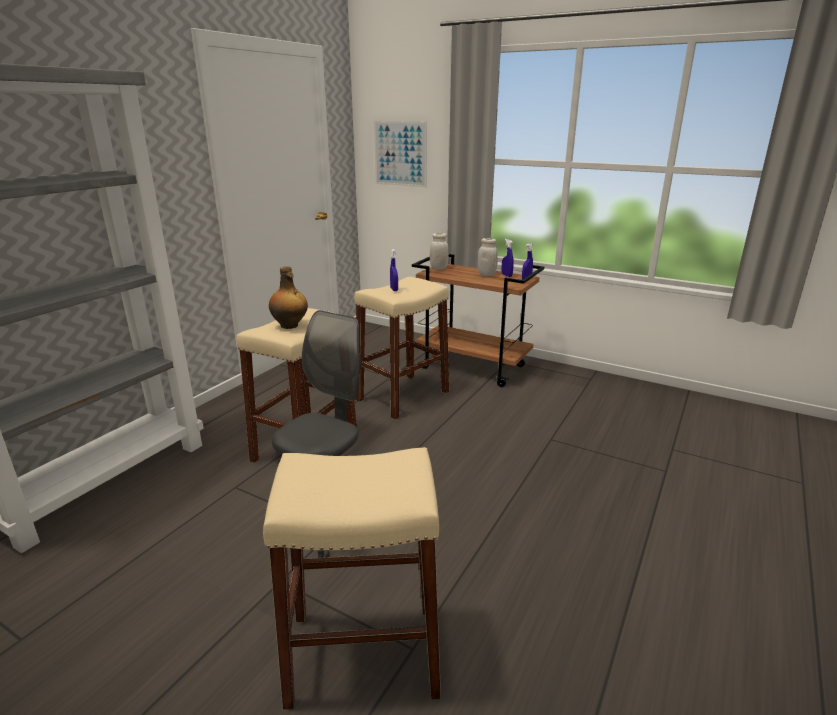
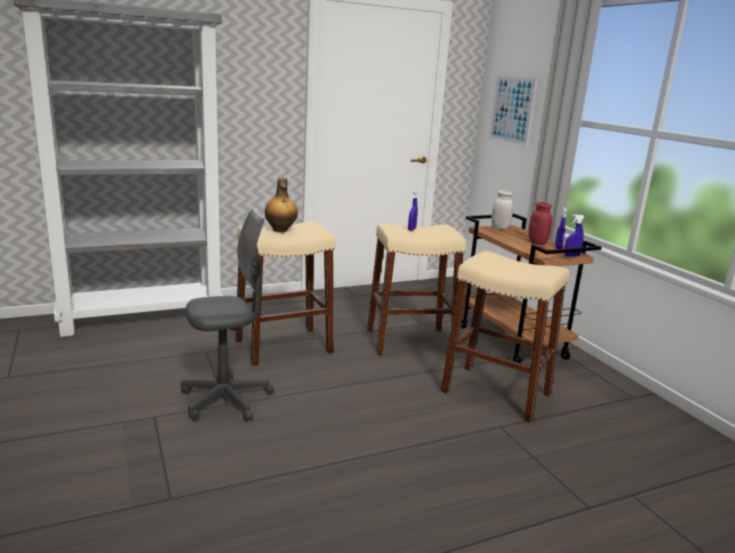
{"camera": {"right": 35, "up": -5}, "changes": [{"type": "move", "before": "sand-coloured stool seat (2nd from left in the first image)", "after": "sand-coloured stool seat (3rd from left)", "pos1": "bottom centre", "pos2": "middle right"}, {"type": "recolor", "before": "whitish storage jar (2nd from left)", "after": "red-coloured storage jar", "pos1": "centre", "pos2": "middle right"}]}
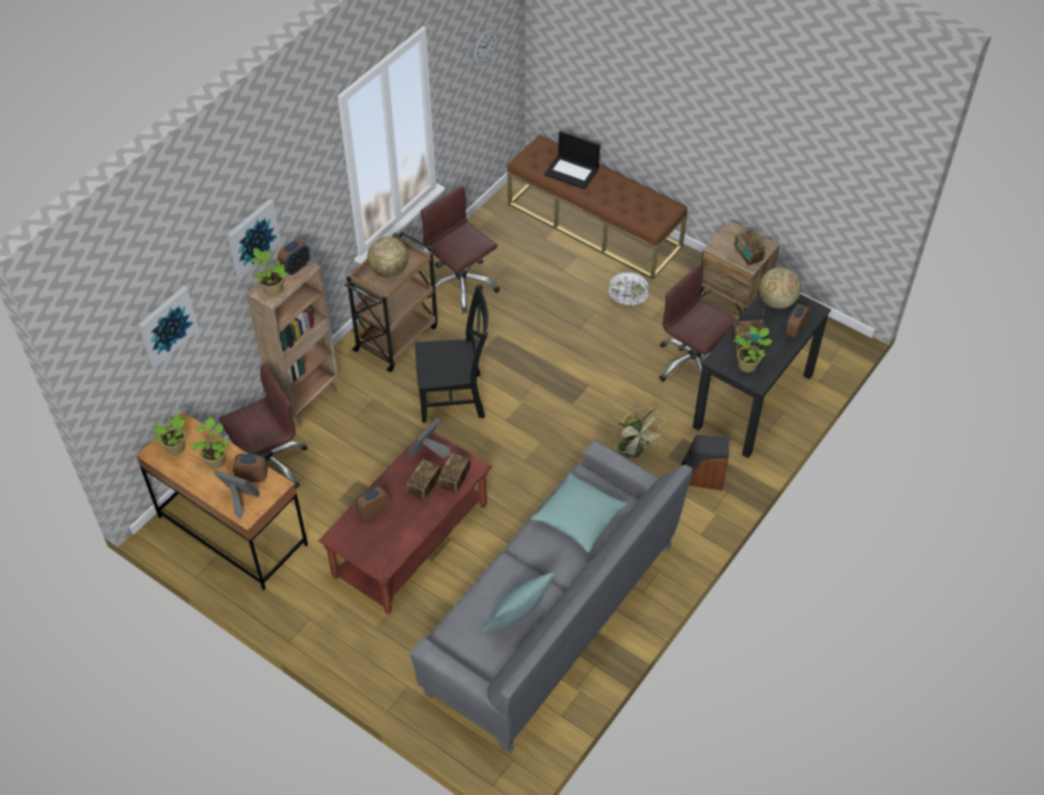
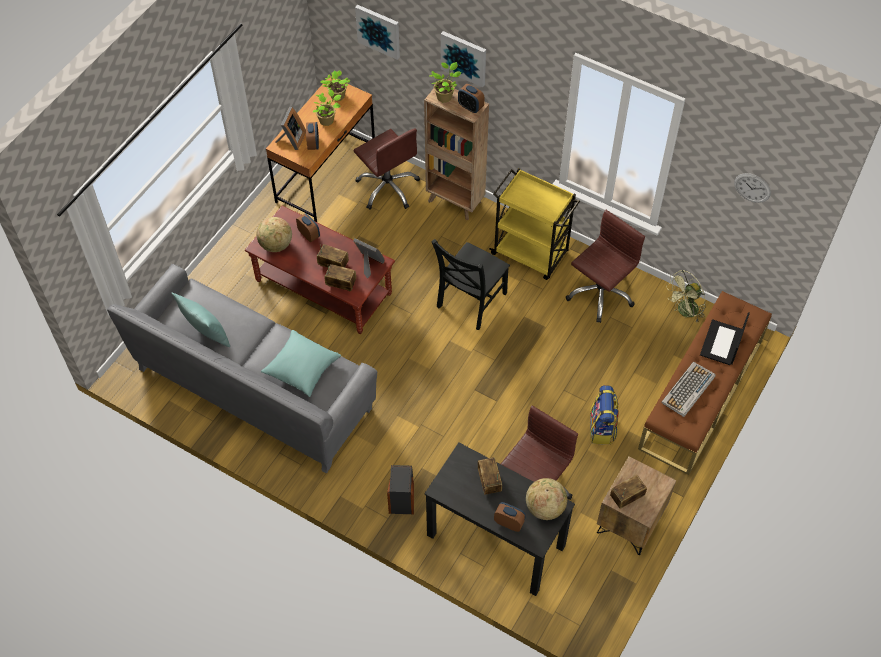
{"camera": {"right": 85, "up": 5}, "changes": [{"type": "move", "before": "world globe (1st from left)", "pos1": "top centre", "pos2": "middle left"}, {"type": "rotate", "before": "black-coloured upright chair", "pos1": "centre", "pos2": "centre", "turn": 45}, {"type": "recolor", "before": "brownish wheeled cart", "after": "yellowish wheeled cart", "pos1": "centre", "pos2": "centre"}, {"type": "replace", "before": "whitish electric fan", "after": "backpack", "pos1": "centre", "pos2": "middle right"}, {"type": "insert", "after": "PC keyboard", "pos2": "middle right"}, {"type": "move", "before": "green electric fan", "pos1": "centre", "pos2": "middle right"}, {"type": "delete", "before": "houseplant (4th from left)", "pos1": "middle right"}]}
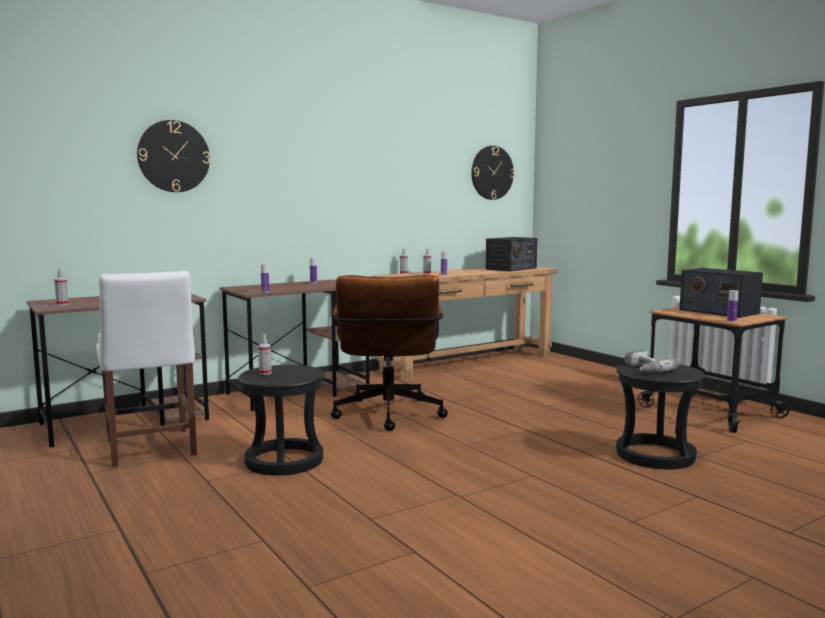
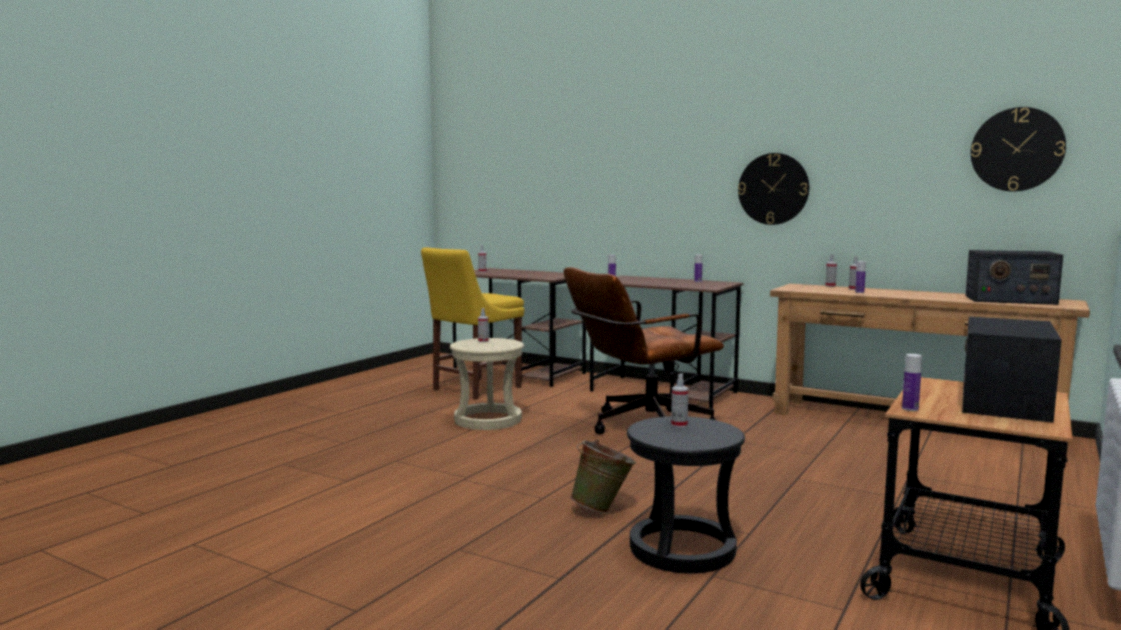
{"camera": {"right": 65, "up": 0}, "changes": [{"type": "recolor", "before": "whitish upright chair", "after": "yellowish upright chair", "pos1": "middle left", "pos2": "centre"}, {"type": "recolor", "before": "black-coloured stool seat (1st from left)", "after": "sand-coloured stool seat", "pos1": "bottom centre", "pos2": "centre"}, {"type": "insert", "after": "green pail", "pos2": "bottom centre"}, {"type": "replace", "before": "electric drill", "after": "hand sprayer (3rd from left)", "pos1": "middle right", "pos2": "centre"}, {"type": "move", "before": "clock on the wall (1st from left)", "pos1": "top left", "pos2": "top right"}]}
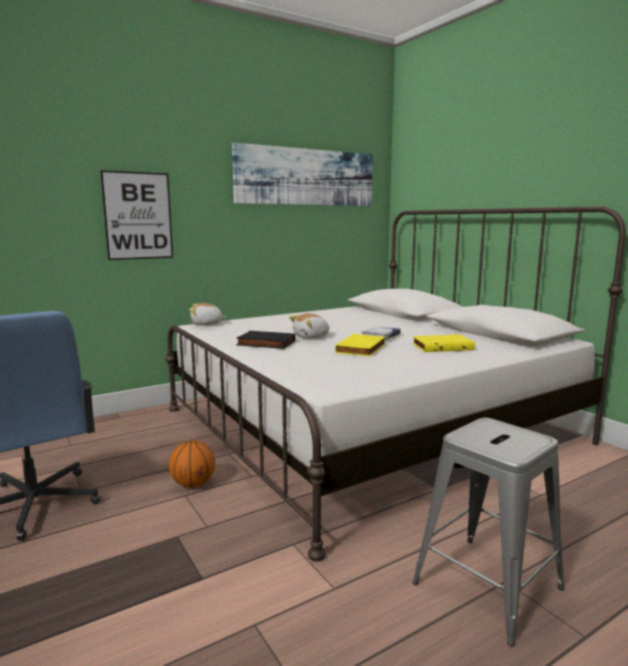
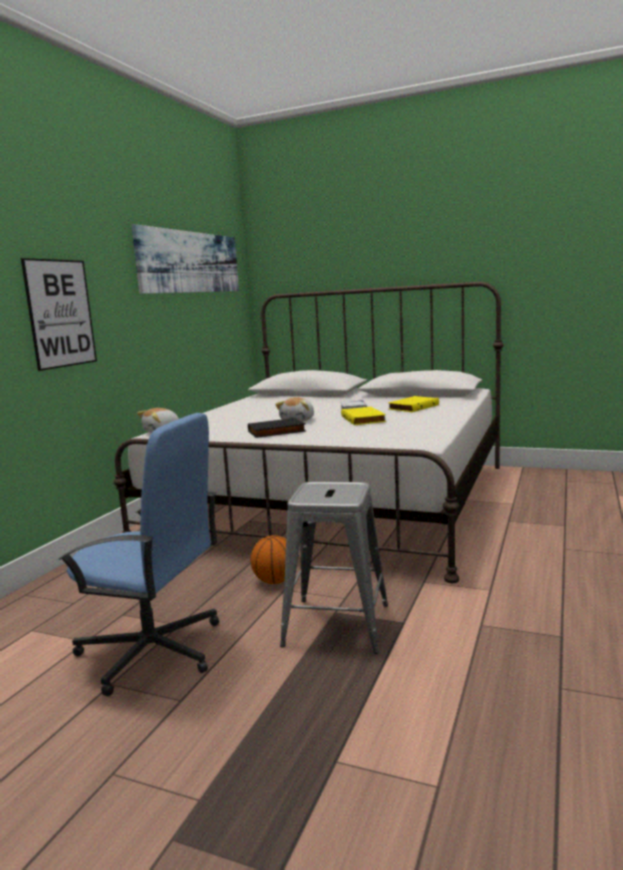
{"camera": {"right": -35, "up": 0}, "changes": [{"type": "move", "before": "gray stool seat", "pos1": "bottom right", "pos2": "centre"}]}
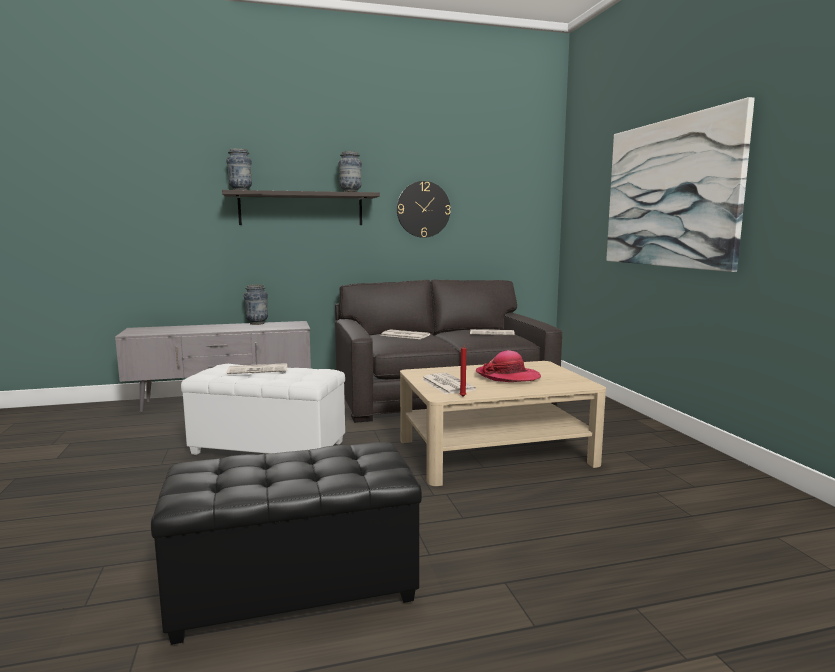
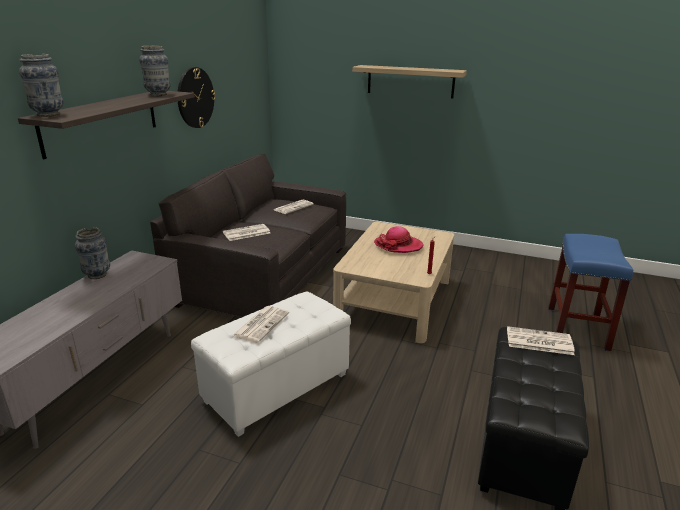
{"camera": {"right": -55, "up": 15}, "changes": [{"type": "replace", "before": "wall art", "after": "shelf (2nd from left)", "pos1": "top right", "pos2": "top centre"}, {"type": "move", "before": "newspaper (3rd from left in the first image)", "after": "newspaper (4th from left)", "pos1": "centre", "pos2": "bottom right"}, {"type": "insert", "after": "bluish stool seat", "pos2": "middle right"}]}
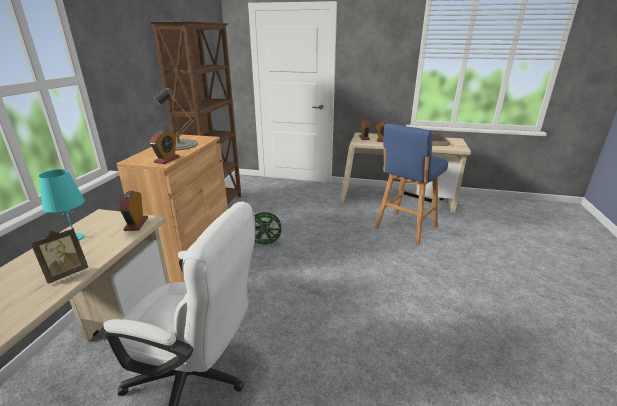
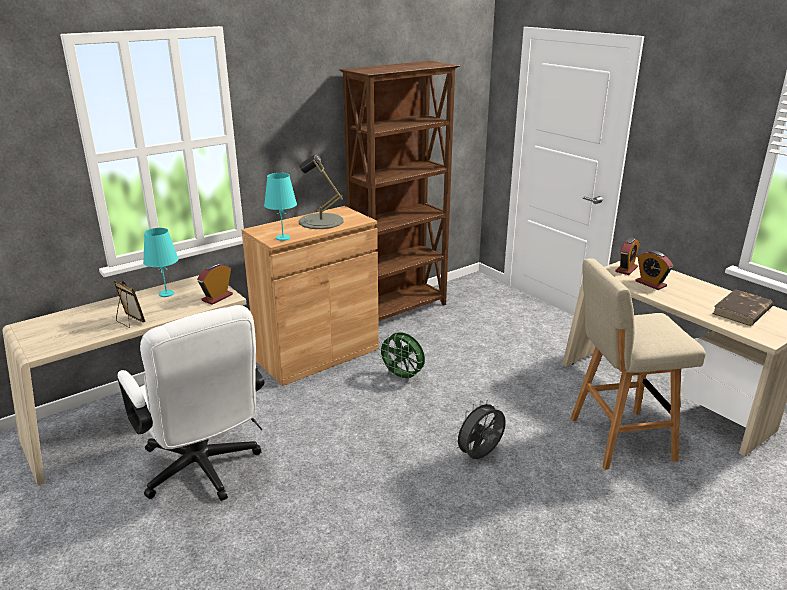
{"camera": {"right": 40, "up": 0}, "changes": [{"type": "rotate", "before": "picture frame", "pos1": "middle left", "pos2": "middle left", "turn": -135}, {"type": "replace", "before": "table clock (2nd from left)", "after": "turquoise table lamp (2nd from left)", "pos1": "middle left", "pos2": "centre"}, {"type": "insert", "after": "gray electric fan", "pos2": "bottom centre"}, {"type": "recolor", "before": "bluish stool seat", "after": "sand-coloured stool seat", "pos1": "centre", "pos2": "middle right"}]}
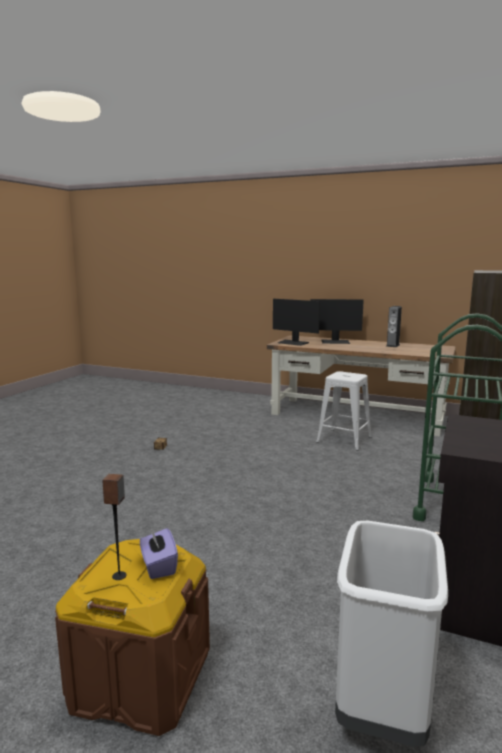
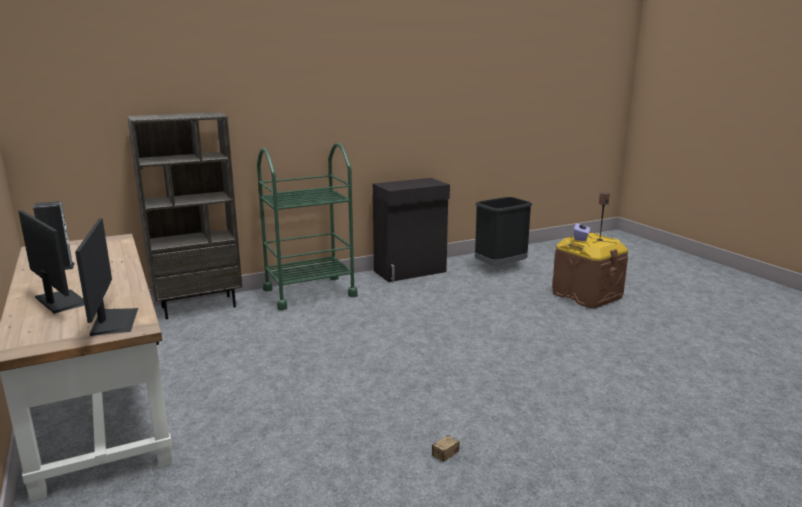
{"camera": {"right": -140, "up": 5}, "changes": [{"type": "recolor", "before": "whitish trash can", "after": "black-coloured trash can", "pos1": "bottom right", "pos2": "centre"}, {"type": "delete", "before": "whitish stool seat", "pos1": "middle right"}]}
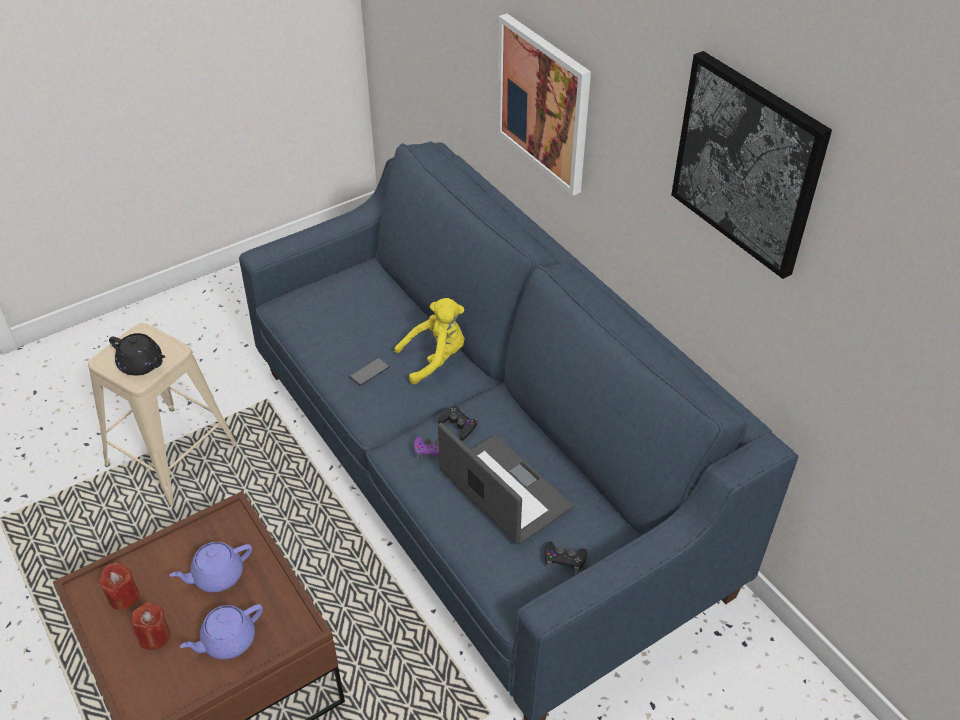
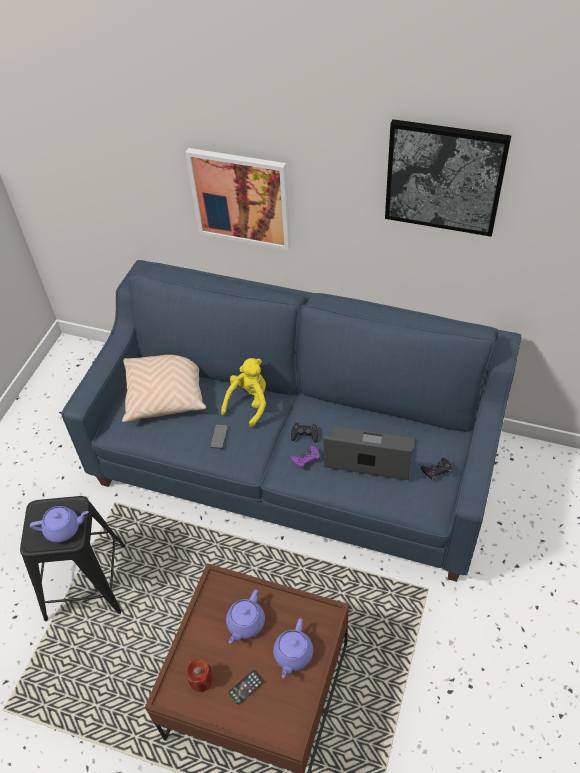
{"camera": {"right": -35, "up": 5}, "changes": [{"type": "recolor", "before": "sand-coloured stool seat", "after": "black-coloured stool seat", "pos1": "middle left", "pos2": "bottom left"}, {"type": "recolor", "before": "black-coloured teapot", "after": "purple teapot (1st from left)", "pos1": "middle left", "pos2": "bottom left"}, {"type": "insert", "after": "sand-coloured cushion", "pos2": "middle left"}, {"type": "replace", "before": "red-coloured wax candle (2nd from left)", "after": "phone (2nd from left)", "pos1": "bottom left", "pos2": "bottom centre"}]}
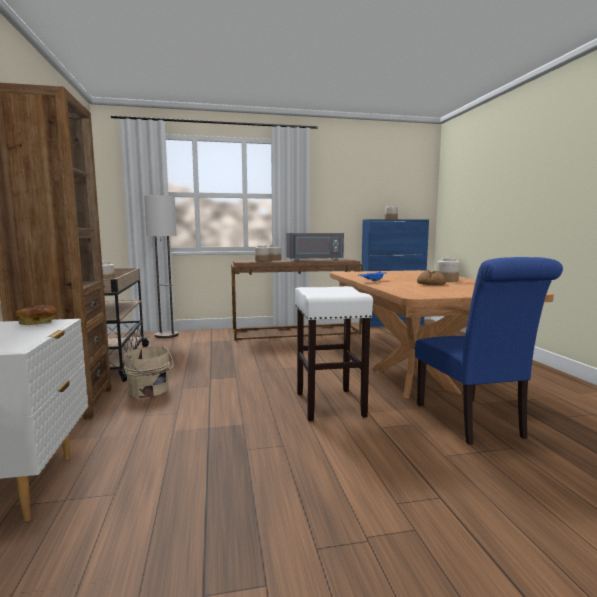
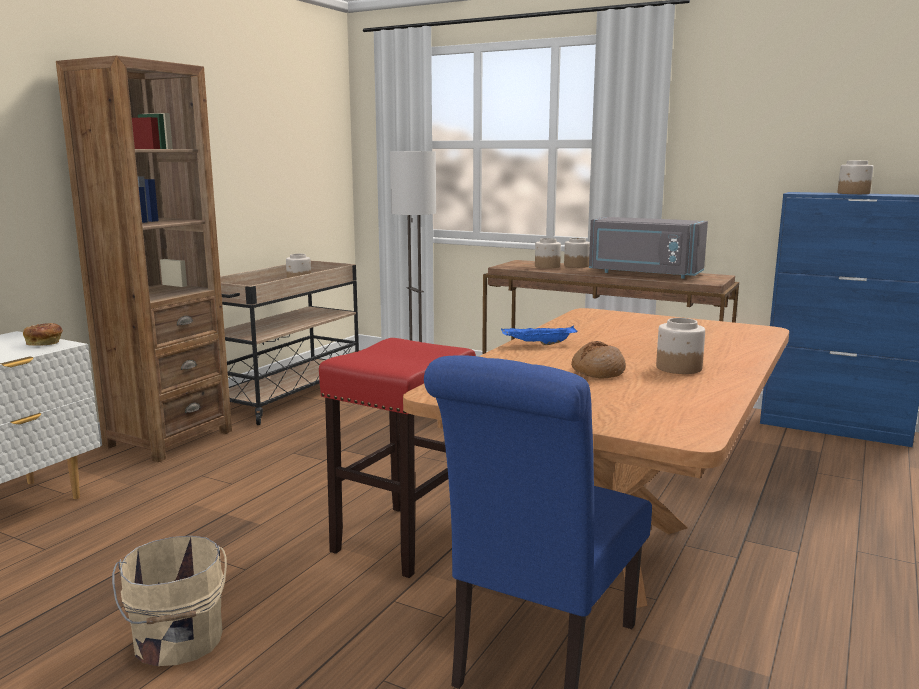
{"camera": {"right": 40, "up": 5}, "changes": [{"type": "move", "before": "sand-coloured pail", "pos1": "middle left", "pos2": "bottom left"}, {"type": "recolor", "before": "whitish stool seat", "after": "red-coloured stool seat", "pos1": "centre", "pos2": "centre"}]}
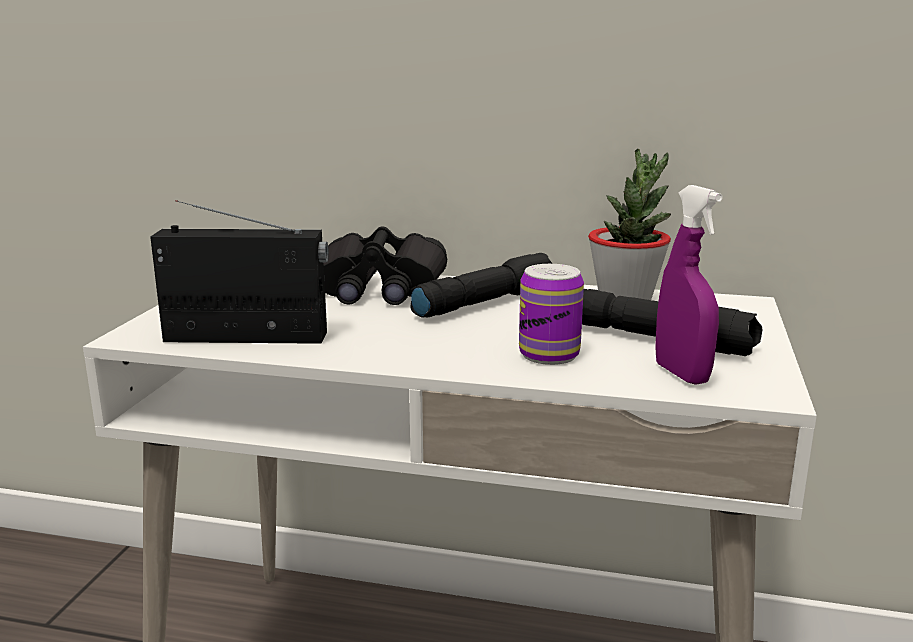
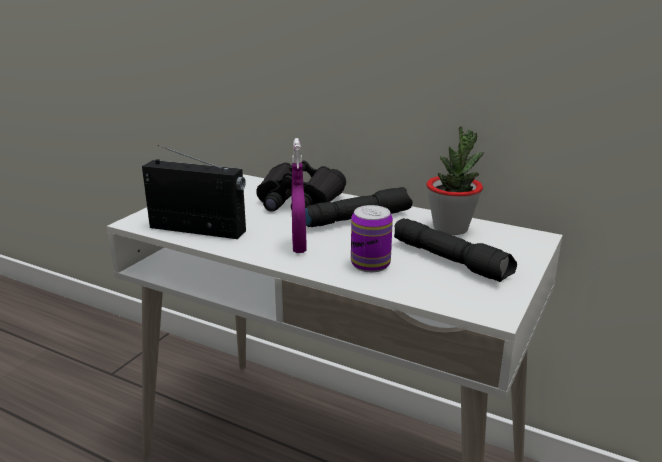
{"camera": {"right": 15, "up": 5}, "changes": [{"type": "move", "before": "purple hand sprayer", "pos1": "middle right", "pos2": "centre"}]}
